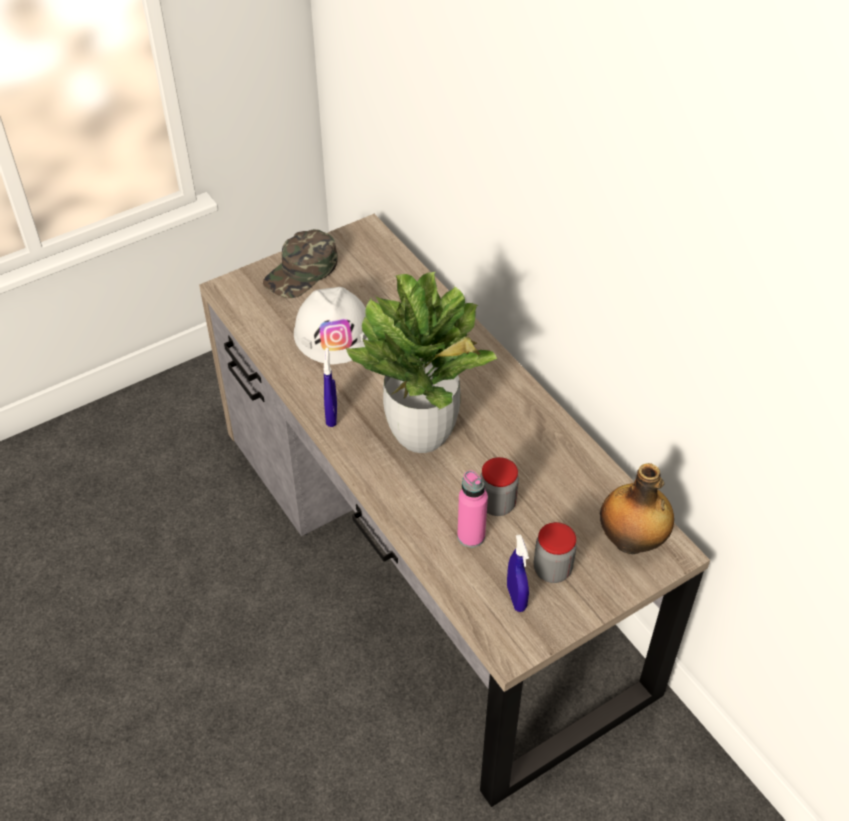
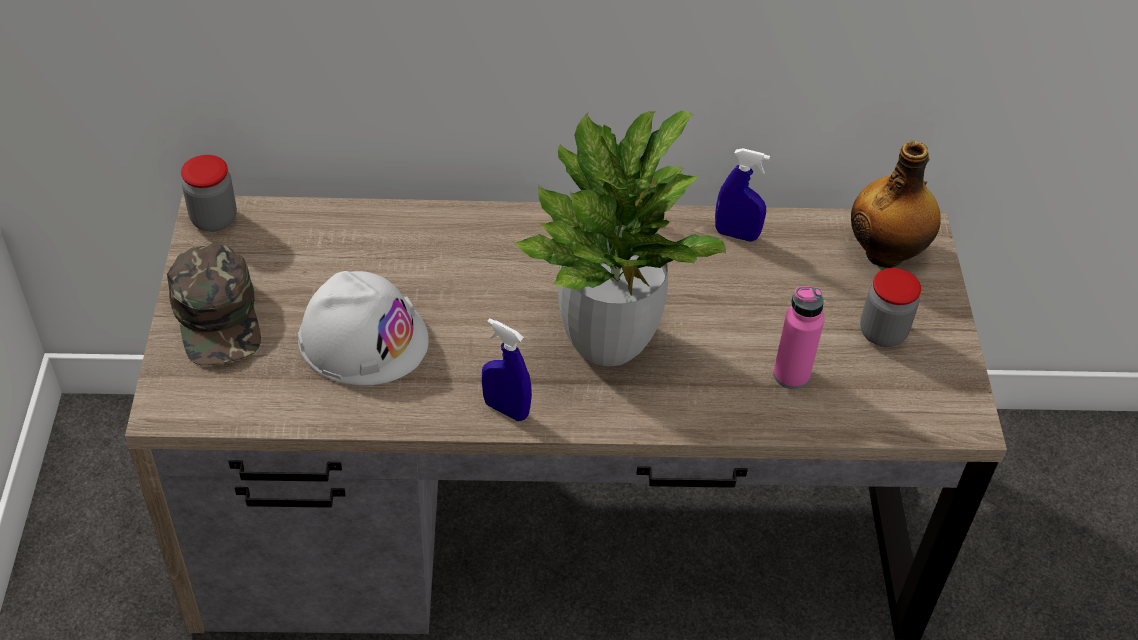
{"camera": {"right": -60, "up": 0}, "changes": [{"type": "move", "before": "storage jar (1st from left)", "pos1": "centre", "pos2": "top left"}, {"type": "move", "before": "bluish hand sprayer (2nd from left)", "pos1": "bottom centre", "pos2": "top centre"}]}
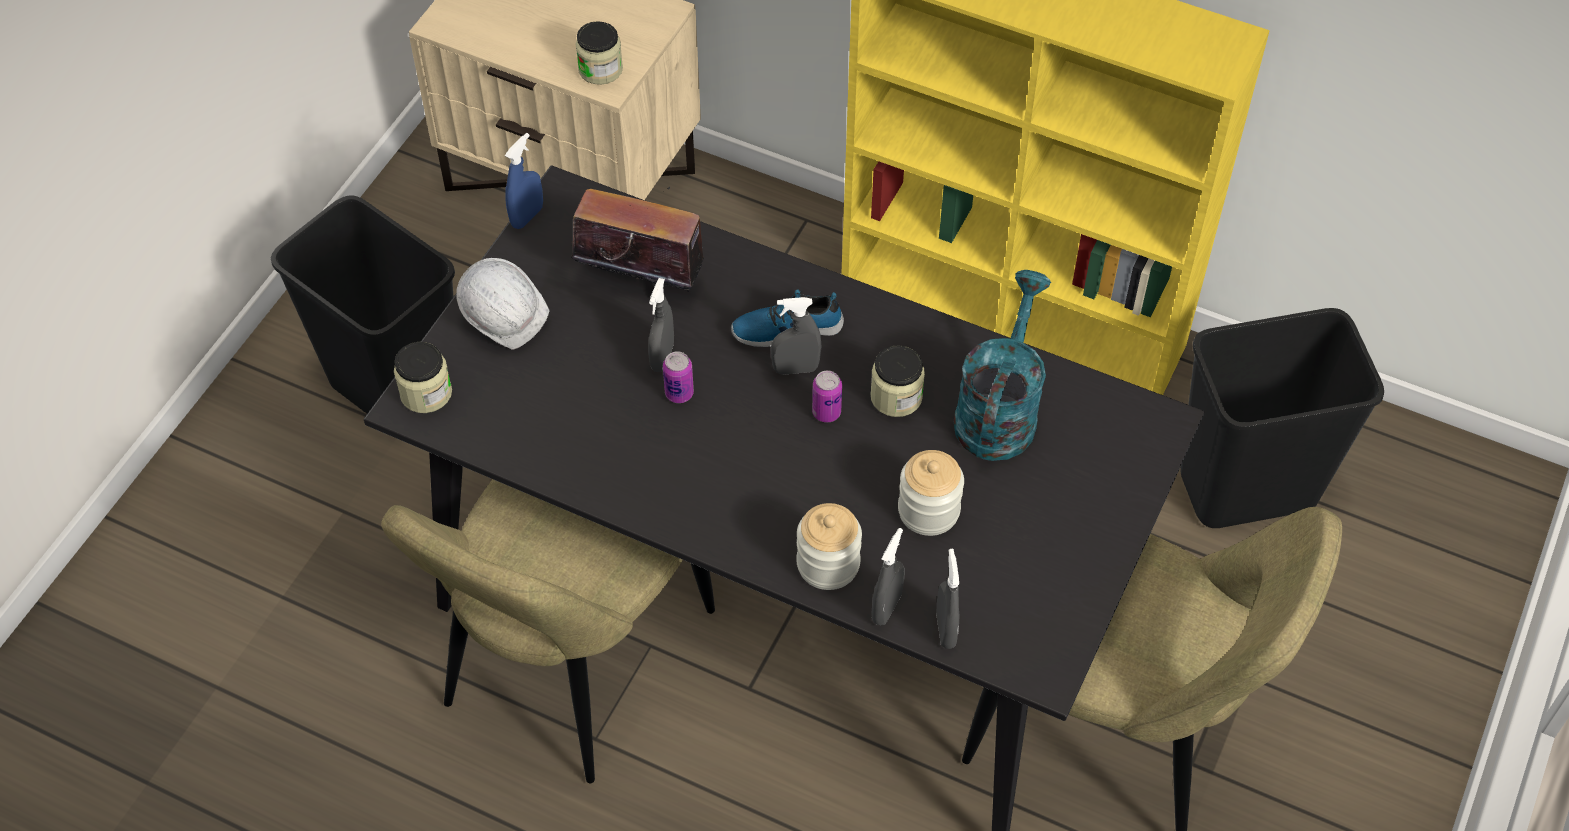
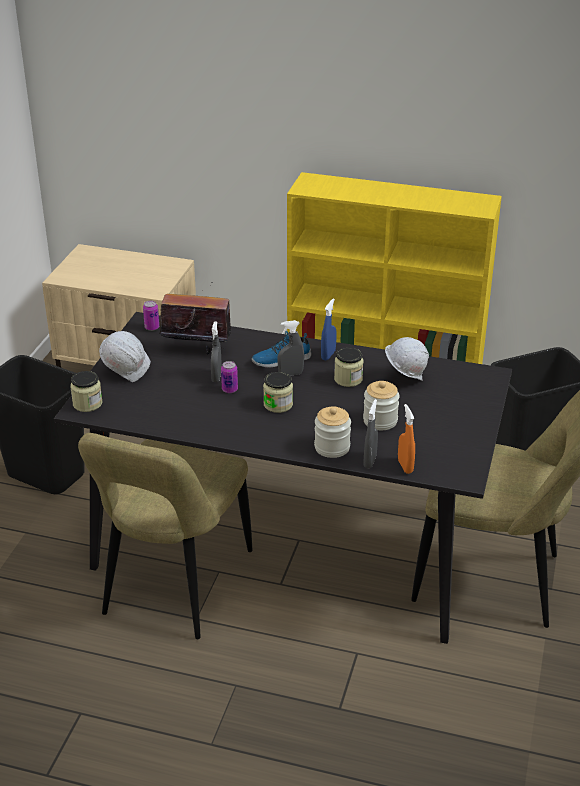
{"camera": {"right": -10, "up": -20}, "changes": [{"type": "move", "before": "sealed can (2nd from left in the first image)", "after": "sealed can (1st from left)", "pos1": "centre", "pos2": "middle left"}, {"type": "move", "before": "storage jar (2nd from left)", "pos1": "top centre", "pos2": "centre"}, {"type": "move", "before": "bluish hand sprayer", "pos1": "top centre", "pos2": "centre"}, {"type": "replace", "before": "turquoise watering pot", "after": "whitish hard hat (2nd from left)", "pos1": "centre", "pos2": "middle right"}, {"type": "recolor", "before": "gray hand sprayer (4th from left)", "after": "orange-coloured hand sprayer", "pos1": "bottom centre", "pos2": "middle right"}]}
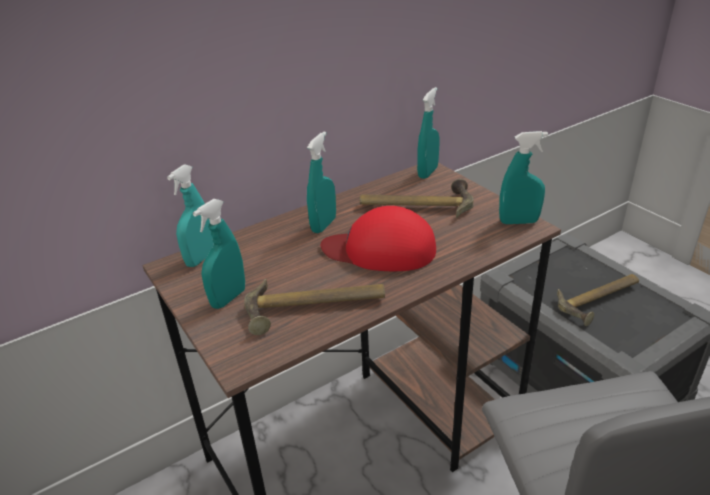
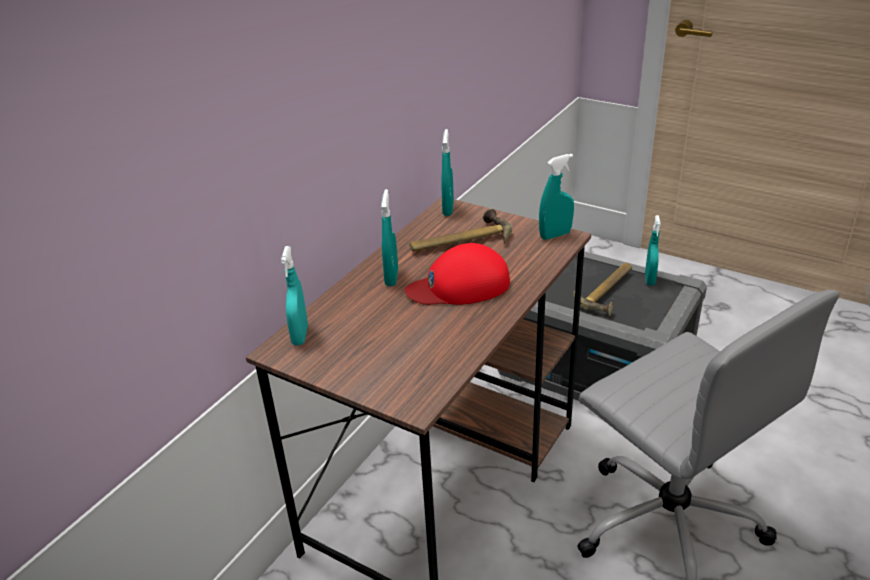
{"camera": {"right": -25, "up": 0}, "changes": [{"type": "move", "before": "turquoise hand sprayer (2nd from left in the first image)", "after": "turquoise hand sprayer (5th from left)", "pos1": "middle left", "pos2": "middle right"}, {"type": "delete", "before": "hand hammer (1st from left)", "pos1": "centre"}]}
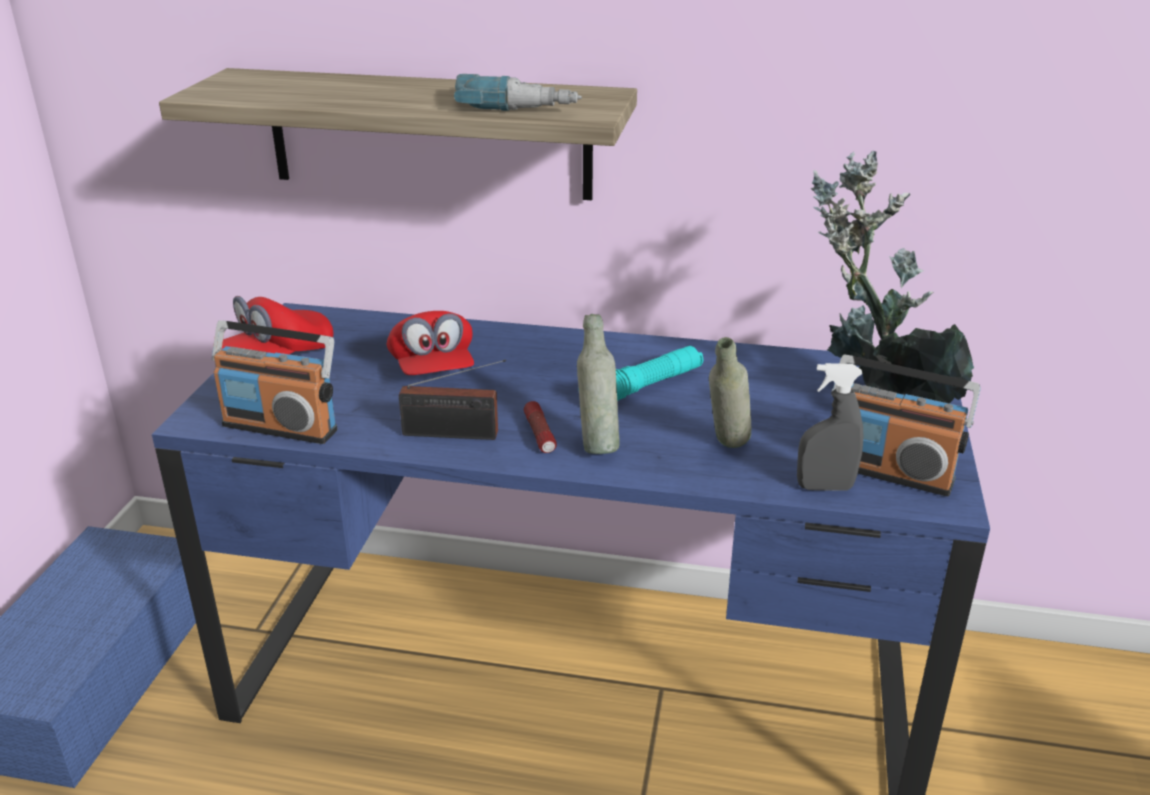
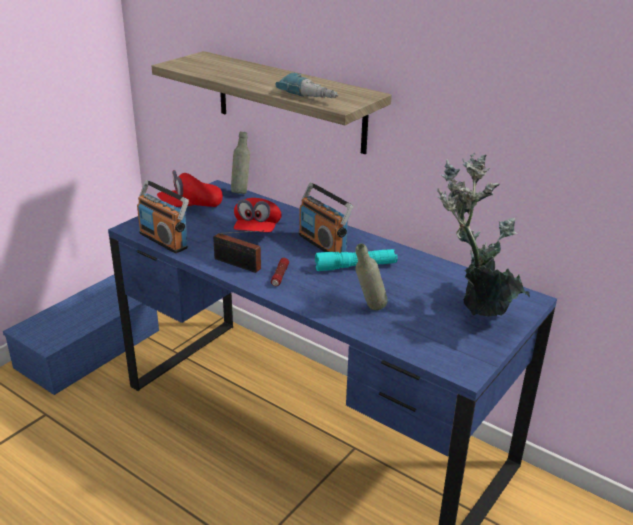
{"camera": {"right": 25, "up": 0}, "changes": [{"type": "move", "before": "gray drink bottle (1st from left)", "pos1": "centre", "pos2": "top centre"}, {"type": "move", "before": "radio set (3rd from left)", "pos1": "middle right", "pos2": "centre"}, {"type": "delete", "before": "gray hand sprayer", "pos1": "middle right"}]}
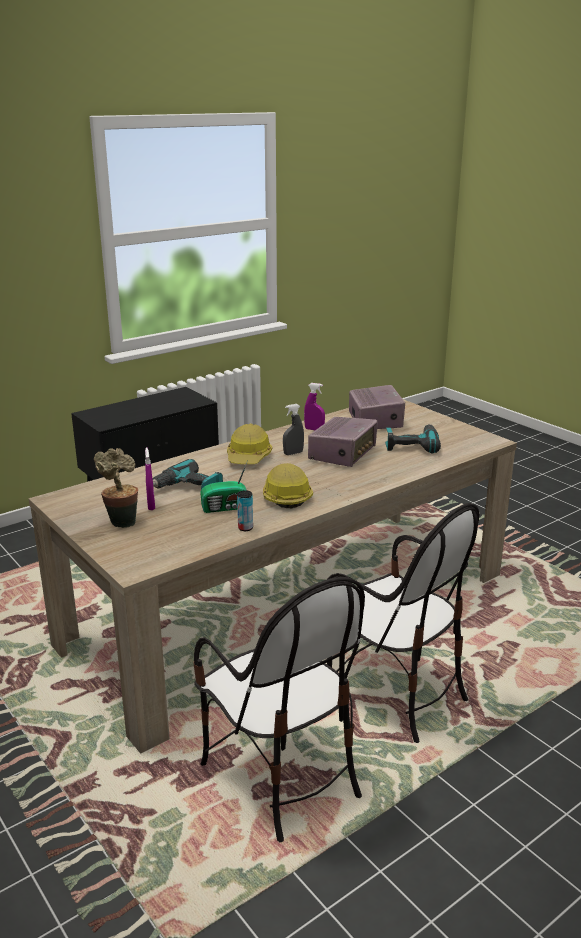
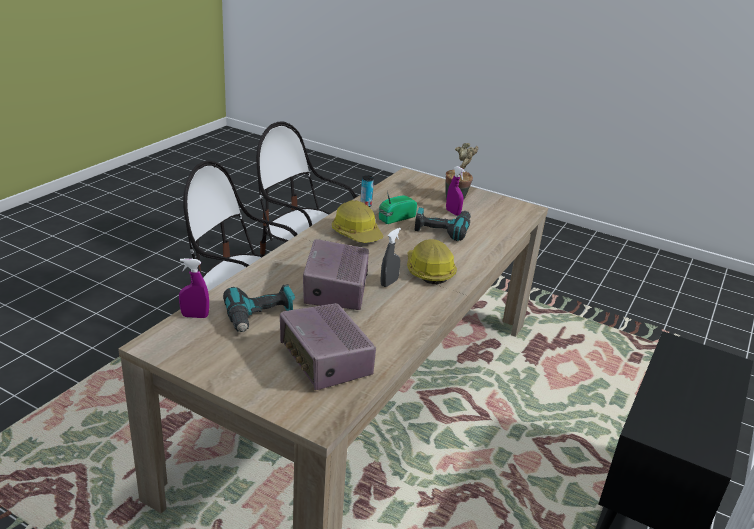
{"camera": {"right": 155, "up": 5}, "changes": [{"type": "move", "before": "purple hand sprayer (2nd from left in the first image)", "after": "purple hand sprayer (1st from left)", "pos1": "centre", "pos2": "middle left"}]}
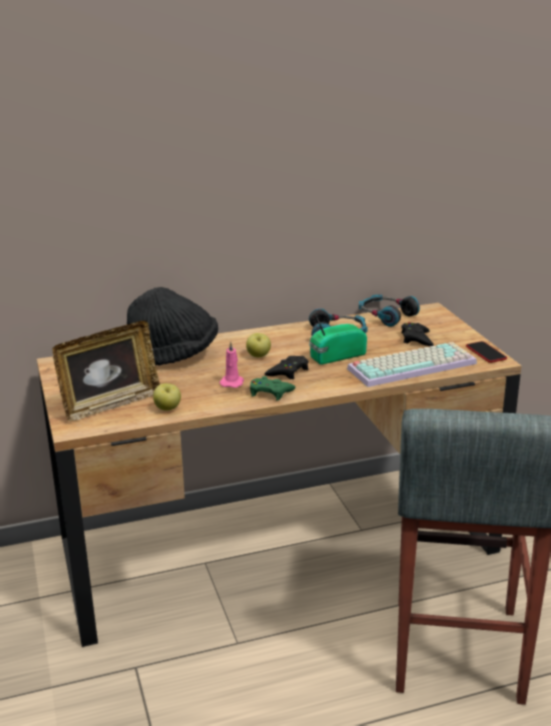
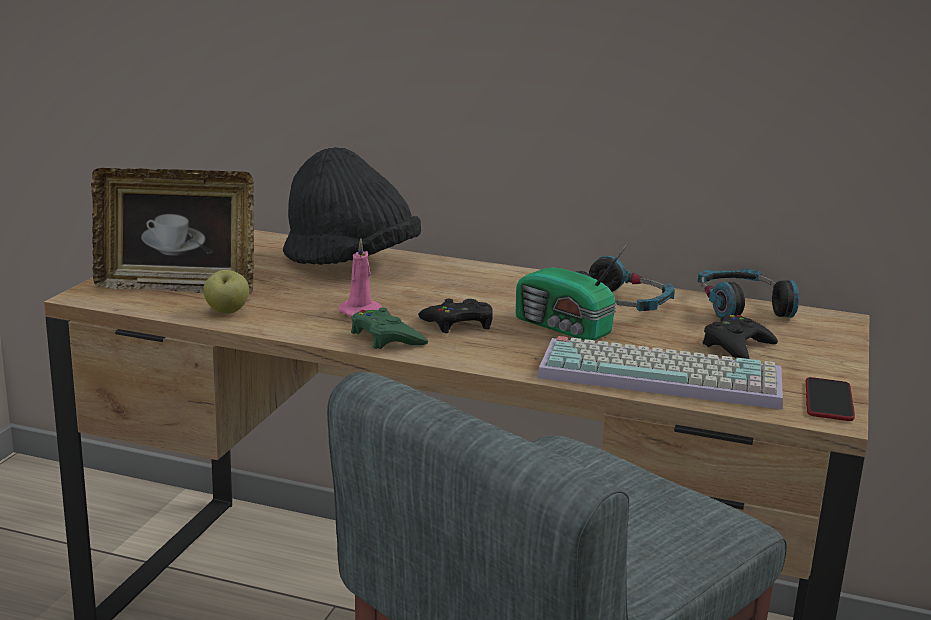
{"camera": {"right": 35, "up": -5}, "changes": [{"type": "rotate", "before": "radio set", "pos1": "centre", "pos2": "centre", "turn": -150}, {"type": "delete", "before": "apple (2nd from left)", "pos1": "centre"}]}
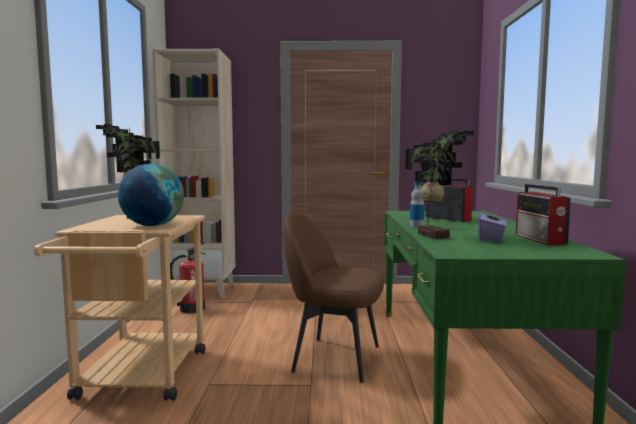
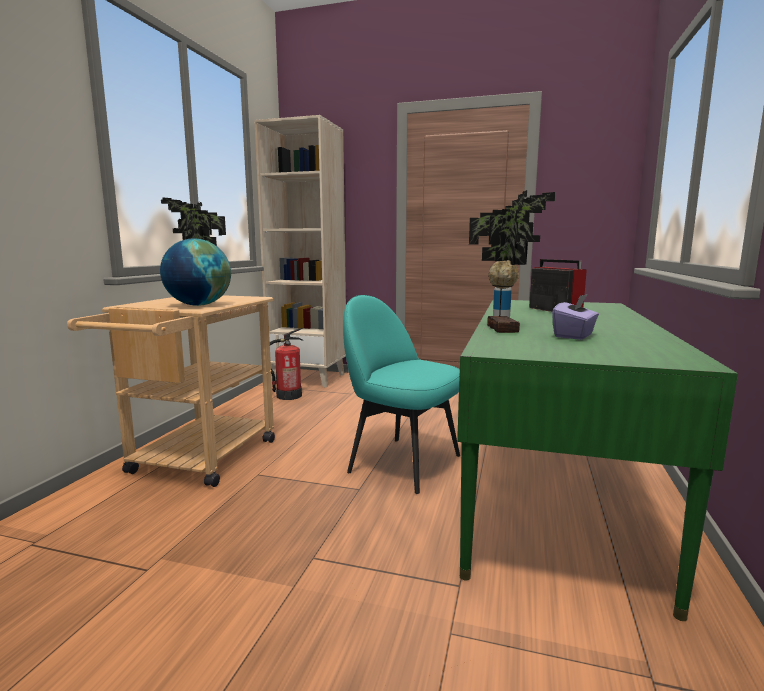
{"camera": {"right": 15, "up": 5}, "changes": [{"type": "recolor", "before": "brownish upright chair", "after": "turquoise upright chair", "pos1": "bottom centre", "pos2": "centre"}, {"type": "delete", "before": "radio set (2nd from left)", "pos1": "middle right"}]}
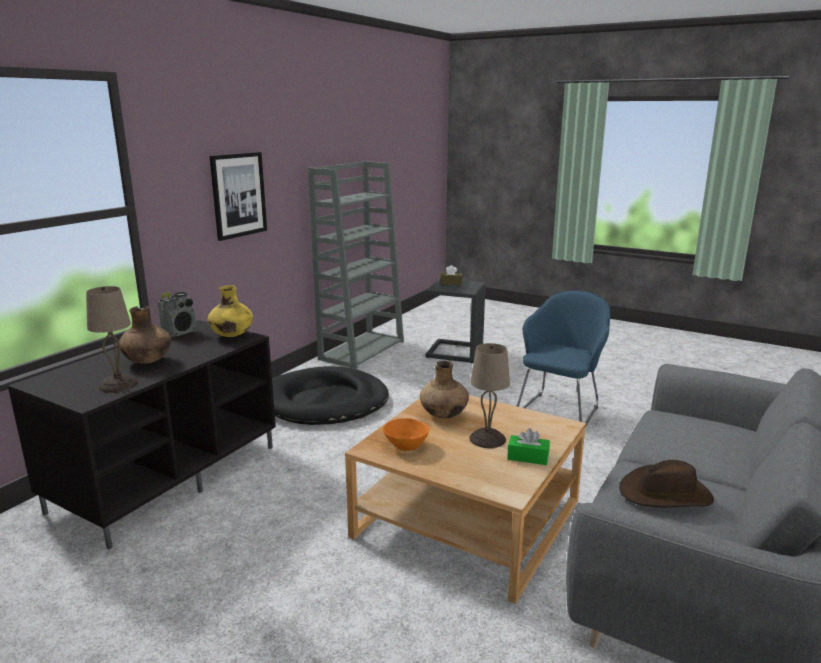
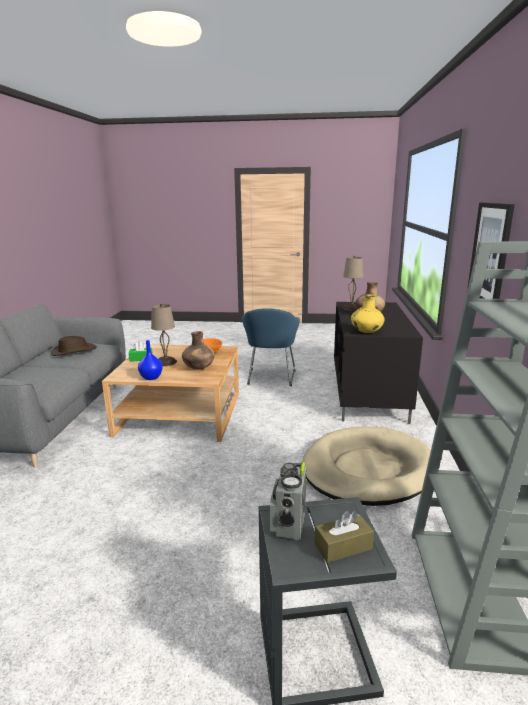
{"camera": {"right": 155, "up": 0}, "changes": [{"type": "insert", "after": "bluish vase", "pos2": "middle left"}, {"type": "move", "before": "bluish armchair", "pos1": "middle right", "pos2": "centre"}, {"type": "move", "before": "radio set", "pos1": "middle left", "pos2": "bottom centre"}, {"type": "recolor", "before": "black-coloured dog bed", "after": "sand-coloured dog bed", "pos1": "centre", "pos2": "middle right"}]}
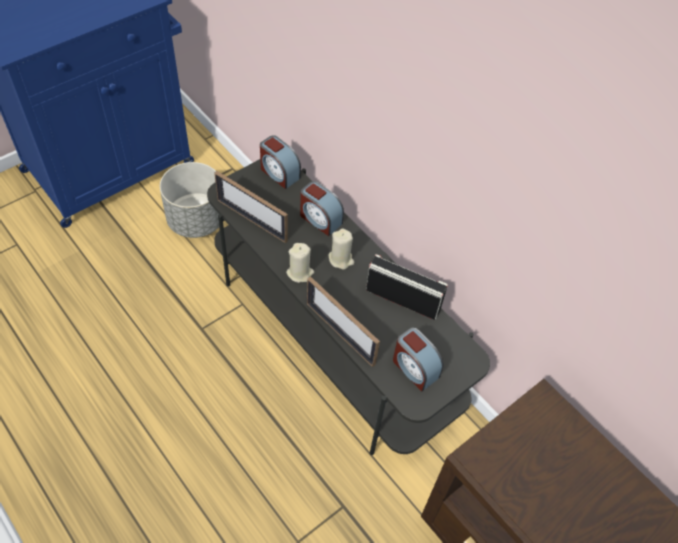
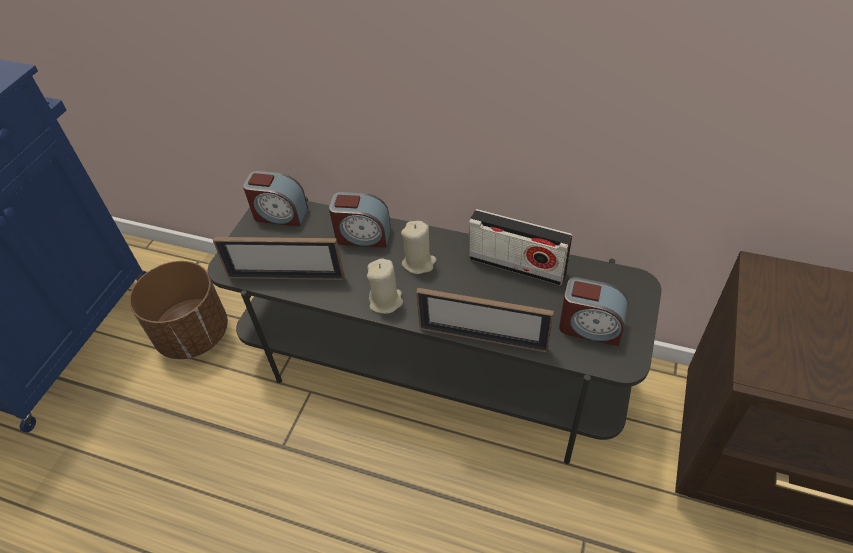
{"camera": {"right": -25, "up": -5}, "changes": [{"type": "recolor", "before": "gray flower pot", "after": "brownish flower pot", "pos1": "middle left", "pos2": "middle left"}, {"type": "rotate", "before": "radio set", "pos1": "centre", "pos2": "centre", "turn": -150}]}
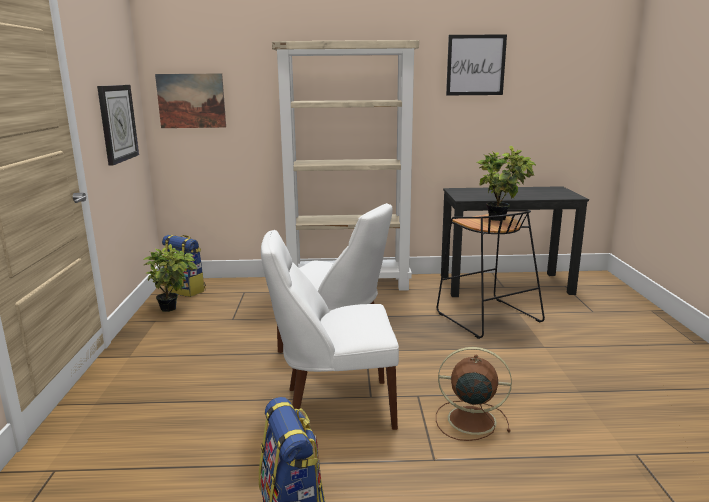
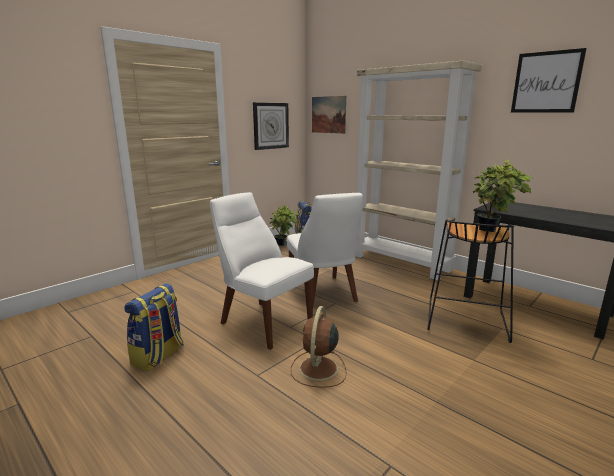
{"camera": {"right": 45, "up": 0}, "changes": [{"type": "rotate", "before": "brownish electric fan", "pos1": "bottom right", "pos2": "bottom centre", "turn": -135}]}
